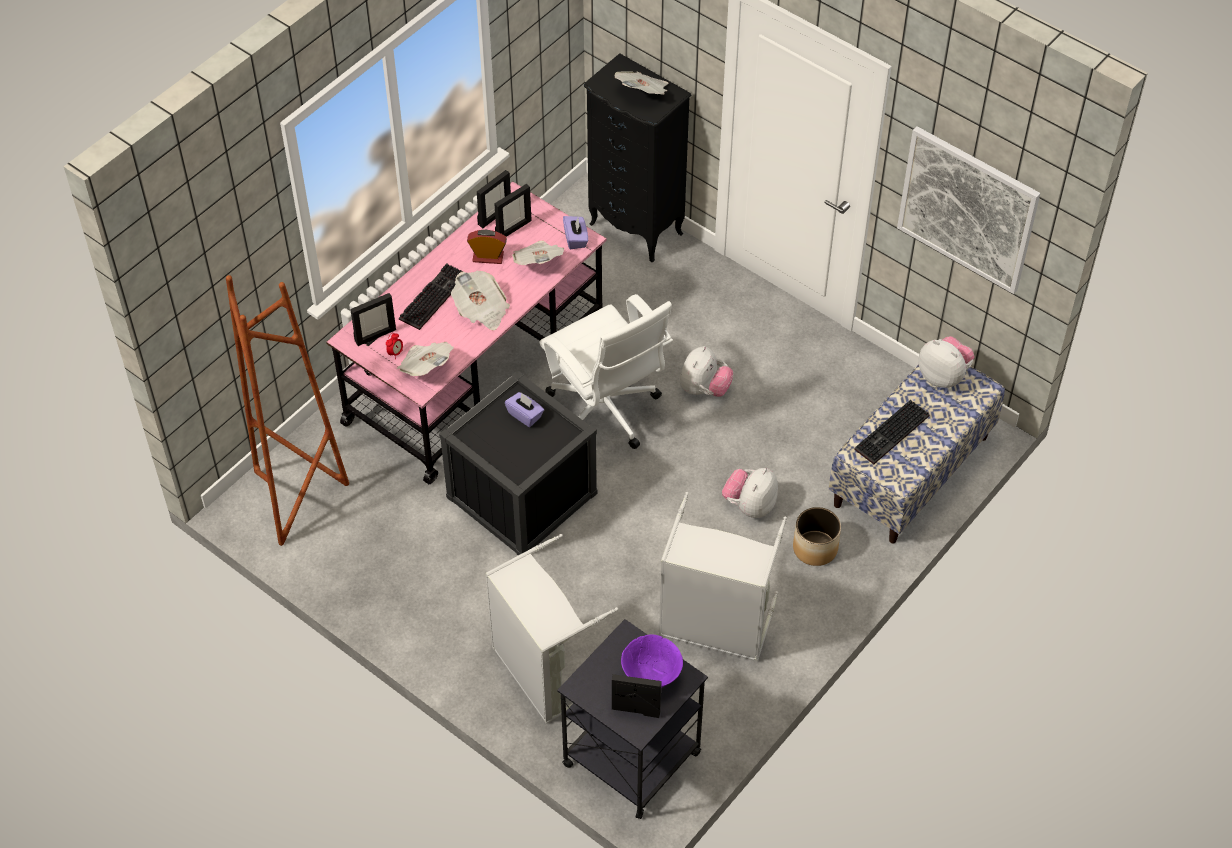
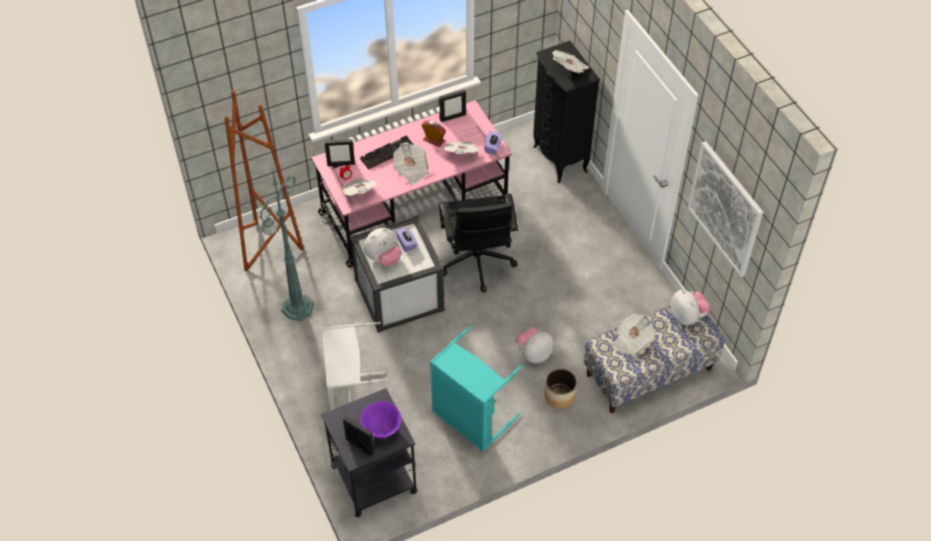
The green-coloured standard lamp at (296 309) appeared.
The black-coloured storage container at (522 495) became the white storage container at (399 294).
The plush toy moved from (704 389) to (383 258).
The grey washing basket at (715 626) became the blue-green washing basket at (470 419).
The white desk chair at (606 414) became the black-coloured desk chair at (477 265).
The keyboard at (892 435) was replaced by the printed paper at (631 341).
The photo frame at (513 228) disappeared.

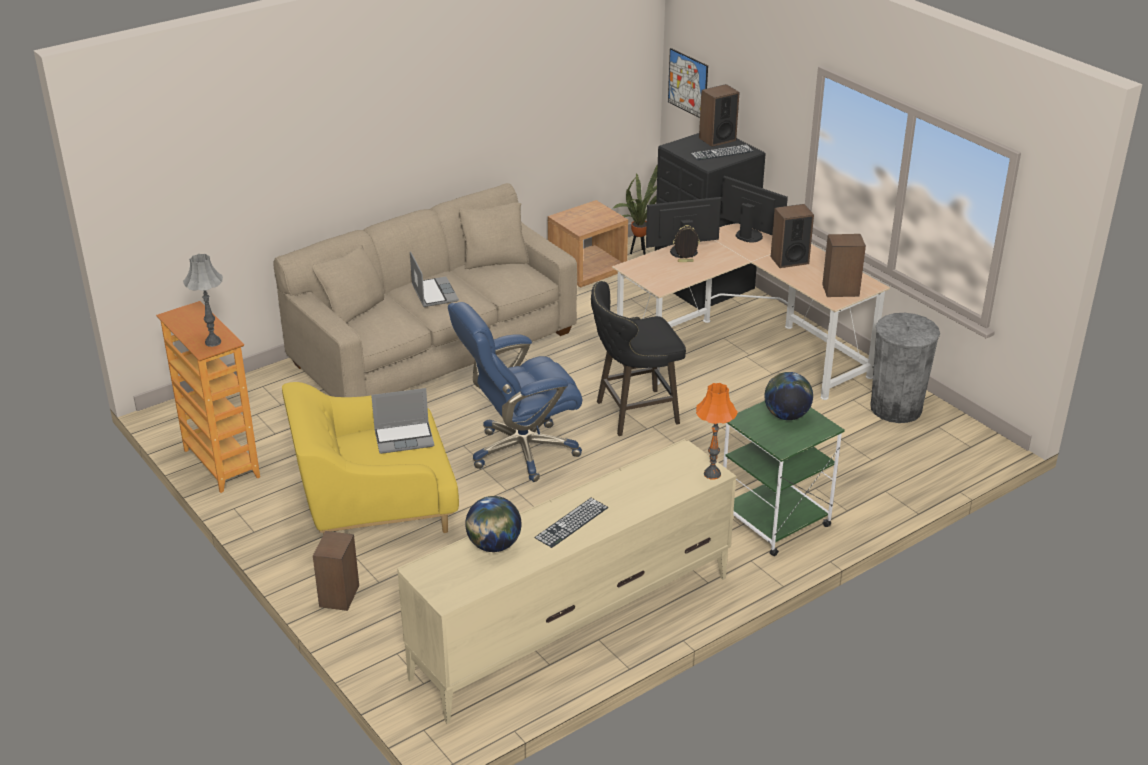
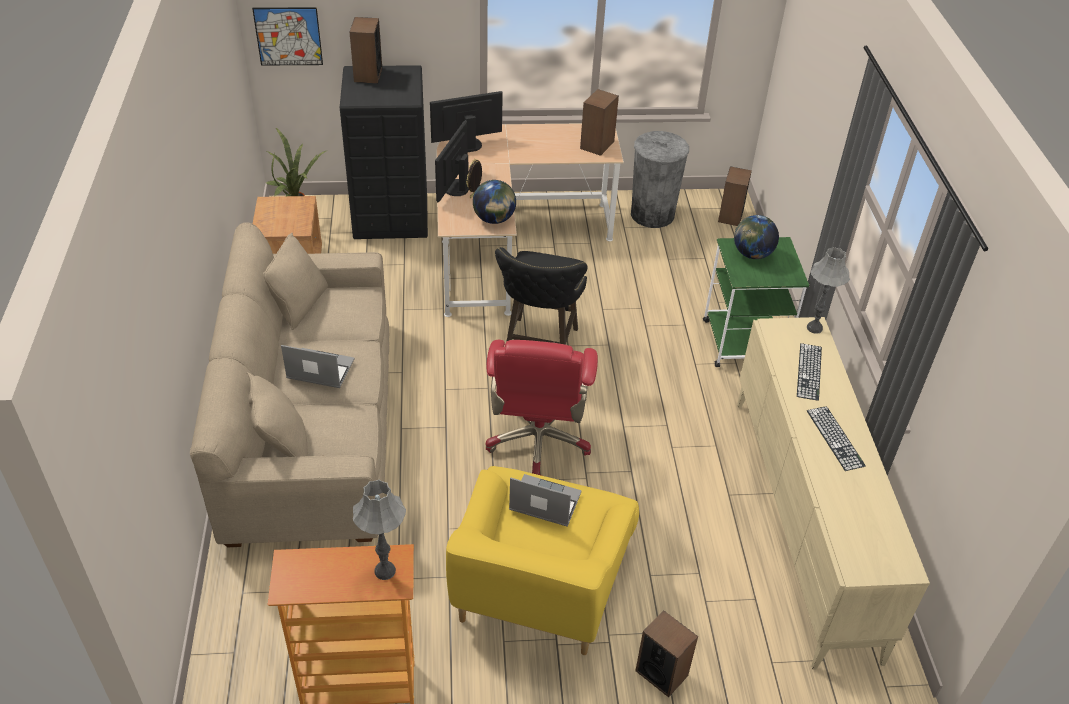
The desk globe moved from (494 545) to (494 219).
The blue-coloured desk chair at (519 452) became the red desk chair at (537 444).
The laptop at (405 438) turned 90 degrees counterclockwise.
The speaker moved from (789 260) to (730 216).
The keyboard moved from (722 152) to (809 371).
The orange lamp for a table at (712 474) became the grey lamp for a table at (814 328).

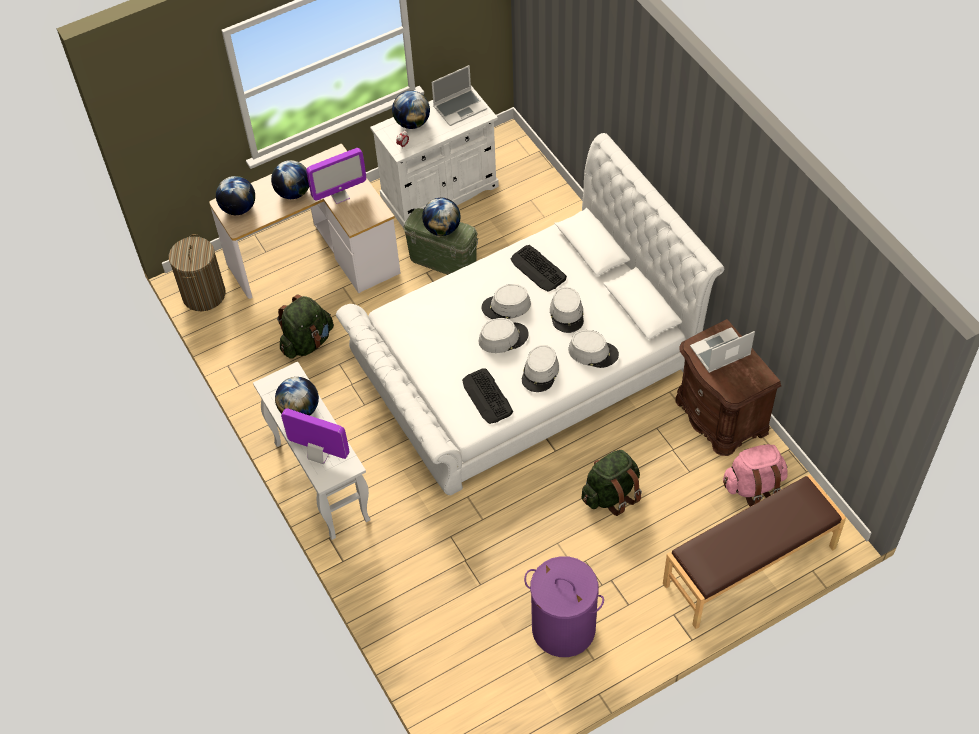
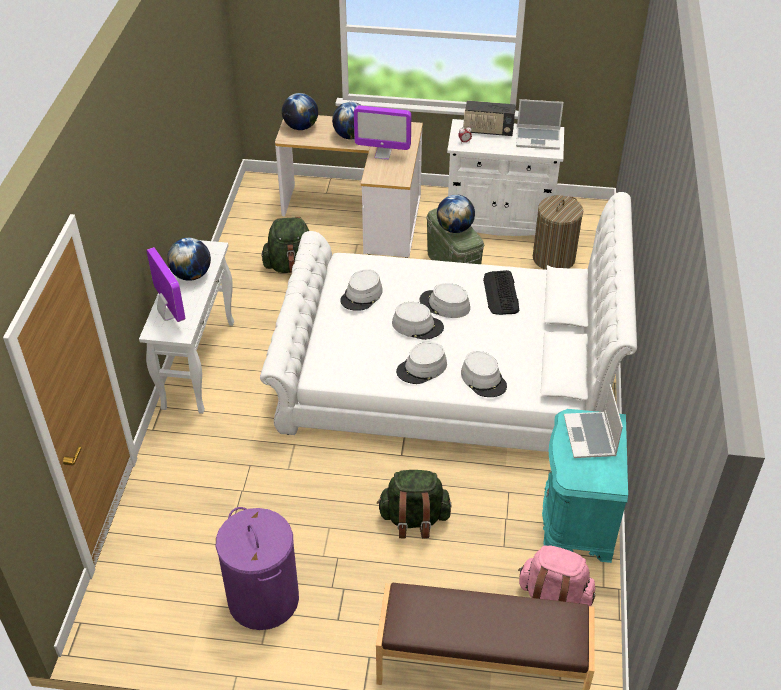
The grey wearable hat moved from (567 314) to (361 296).
The desk globe at (412 123) was replaced by the radio receiver at (488 131).
The washing basket moved from (203 294) to (553 258).
The brown-coloured night table at (718 417) became the blue-green night table at (576 518).
The laptop at (720 352) turned 105 degrees counterclockwise.
The keyboard at (487 397) disappeared.

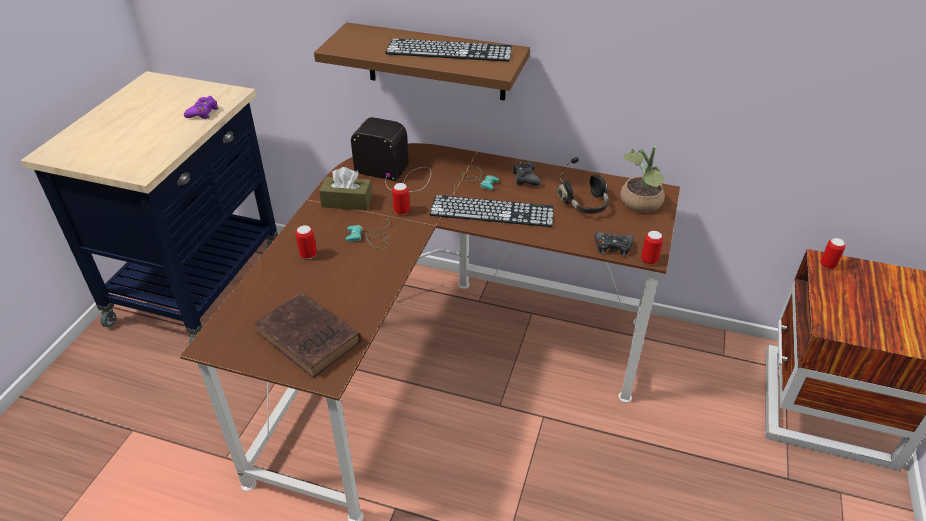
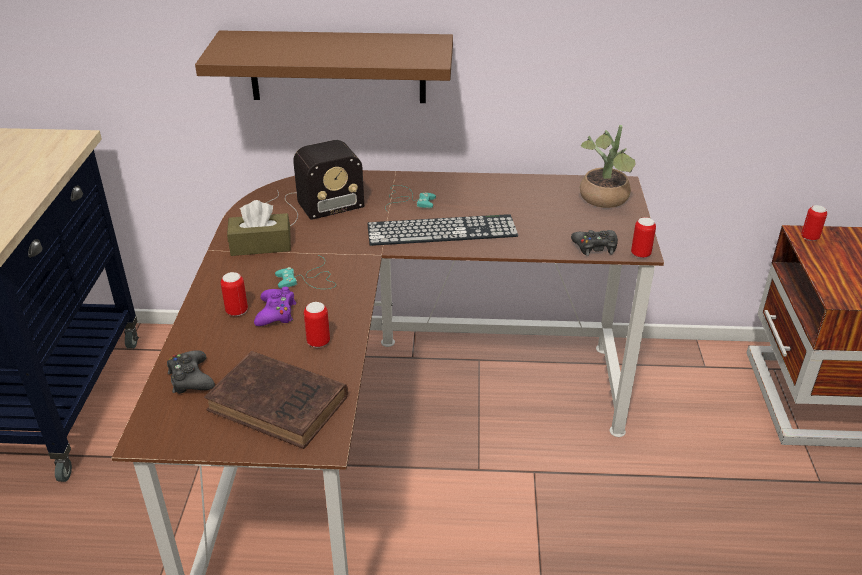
The black-coloured gamepad moved from (525 178) to (191 379).
The purple-coloured gamepad moved from (203 112) to (276 313).
The radio receiver at (396 174) turned 150 degrees clockwise.
The metal can moved from (401 211) to (318 342).
The keyboard at (449 50) disappeared.
The black-coloured pair of headphones at (585 204) disappeared.

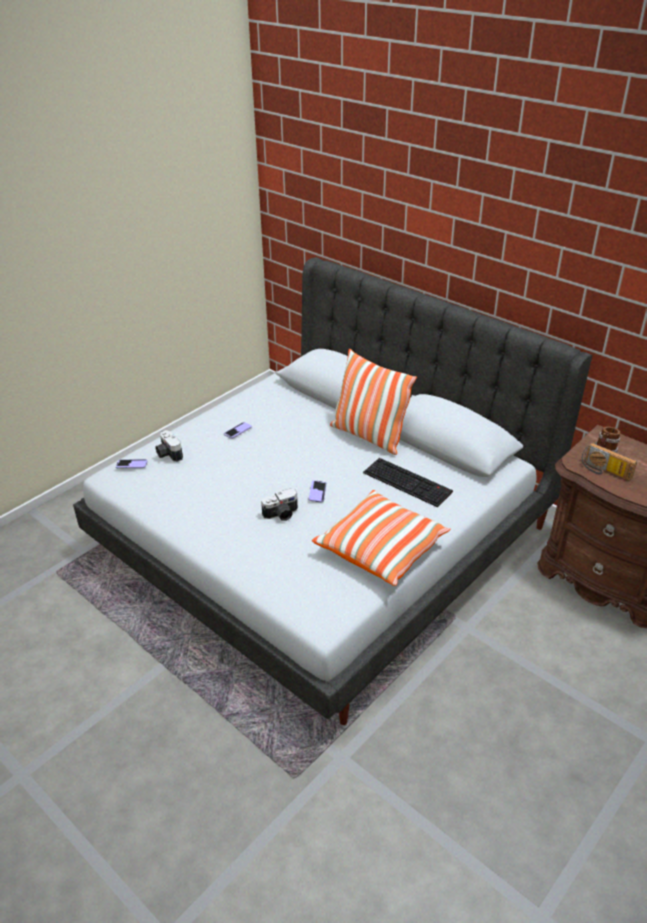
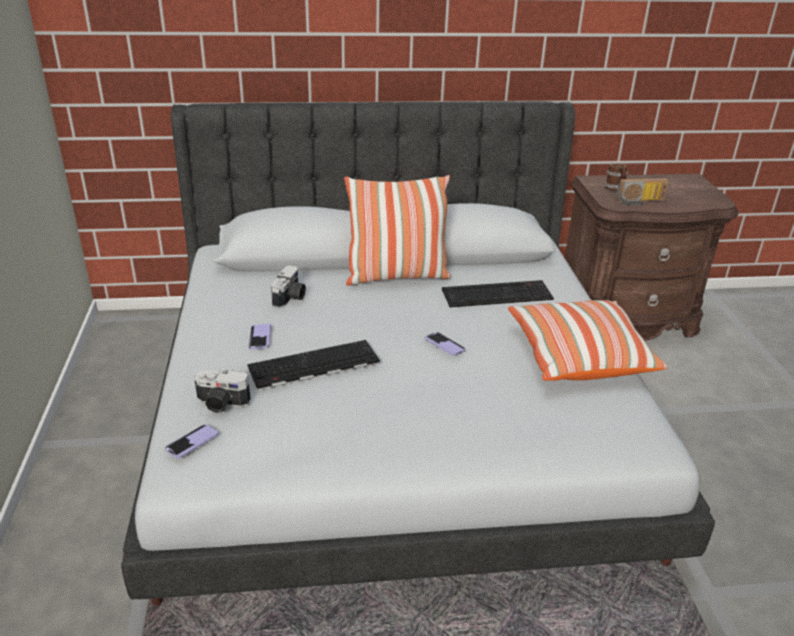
The keyboard at (313 366) appeared.
The photo camera moved from (281 514) to (290 298).

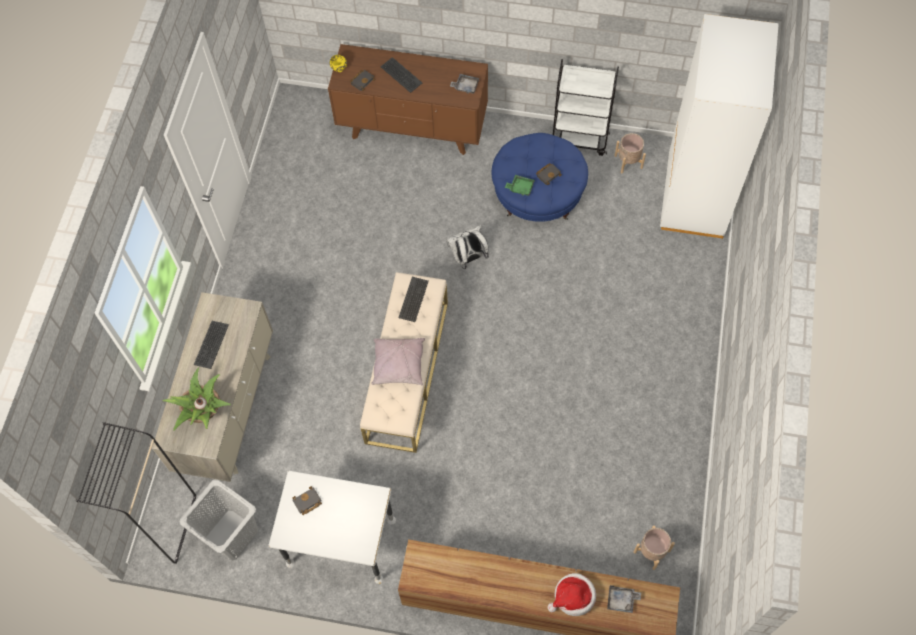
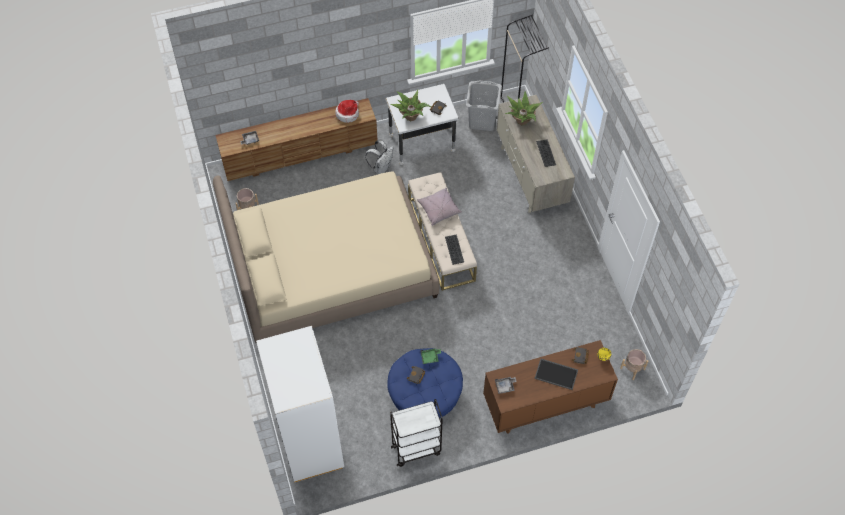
The beige-coloured bed at (331 268) appeared.
The wearable hat moved from (573 597) to (348 114).
The white knapsack moved from (468 258) to (381 167).
The plant in a pot at (410 116) appeared.
The keyboard at (401 75) was replaced by the tray at (556 374).
The beige-coloured plant pot moved from (628 161) to (632 369).

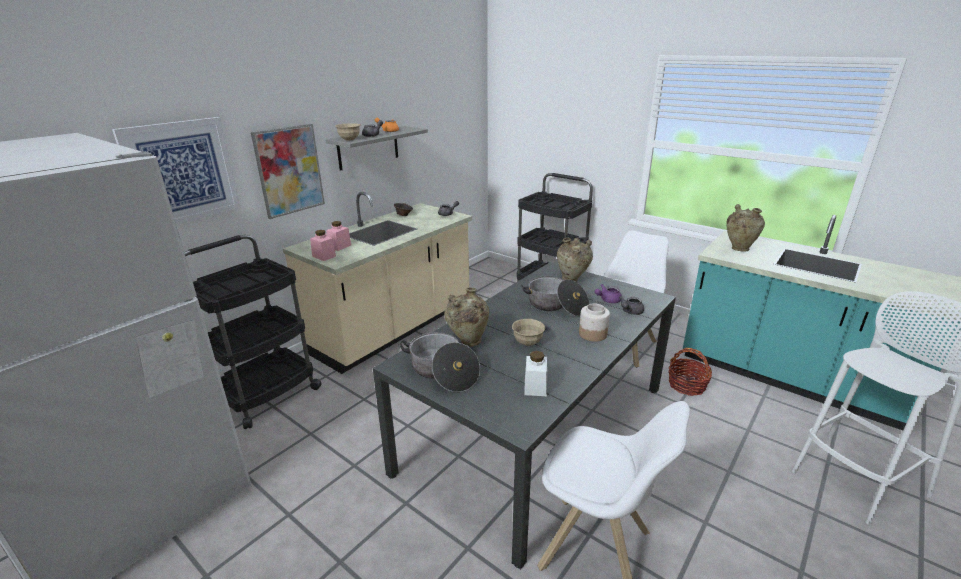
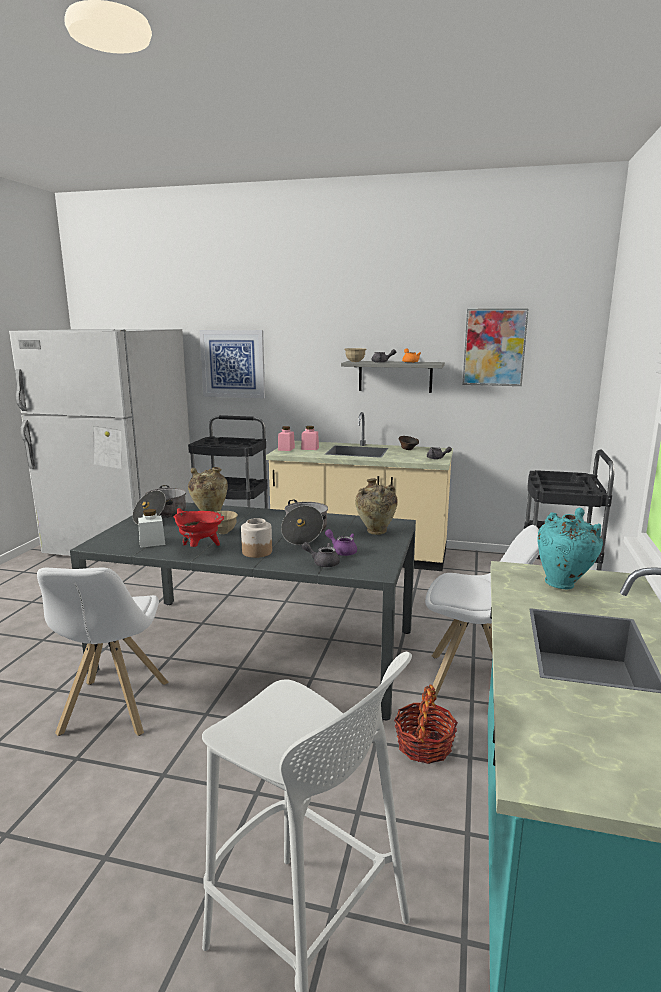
The red stockpot at (199 548) appeared.
The wall art moved from (289 170) to (494 347).
The beige-coloured flower vase at (739 248) became the blue-green flower vase at (563 584).

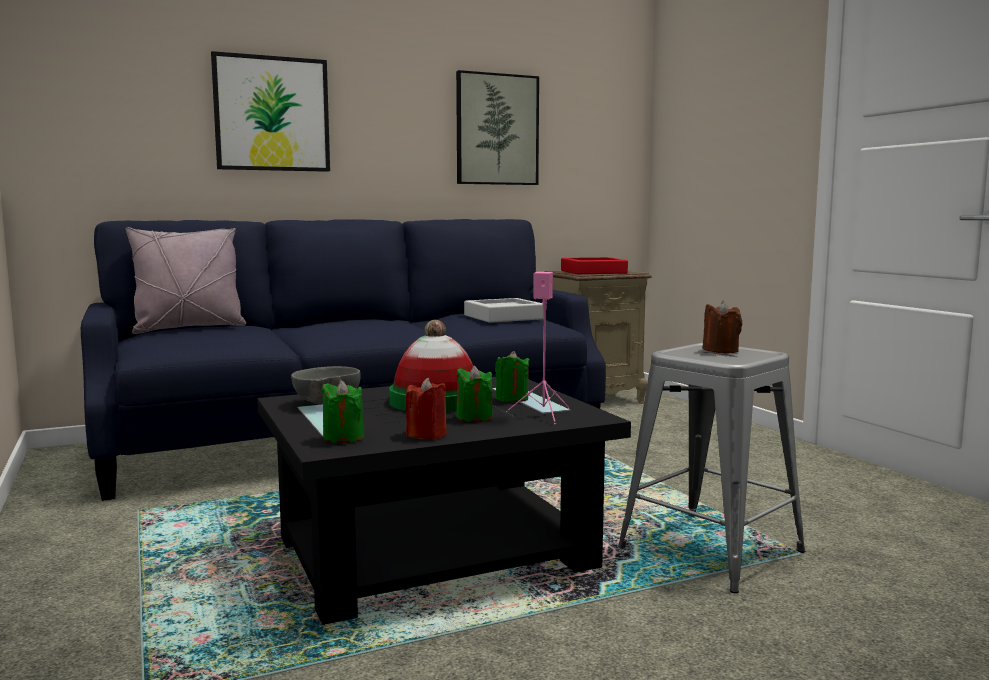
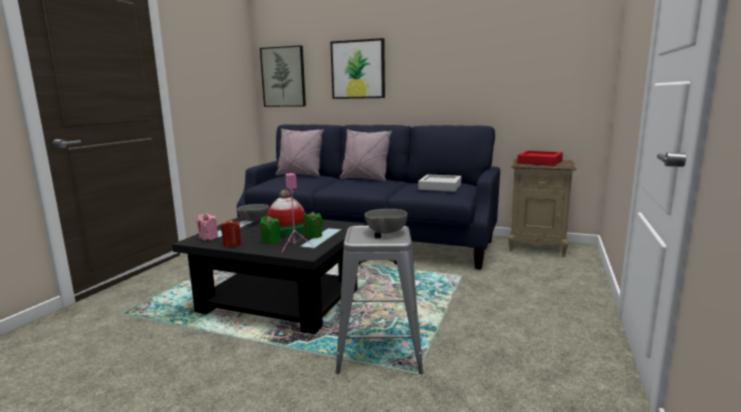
The green-coloured wax candle at (343 437) became the pink wax candle at (208 237).
The wall art moved from (496 130) to (283 77).
The purple-coloured pillow at (365 179) appeared.
The brown-coloured wax candle at (720 350) was replaced by the grey deep dish at (385 232).

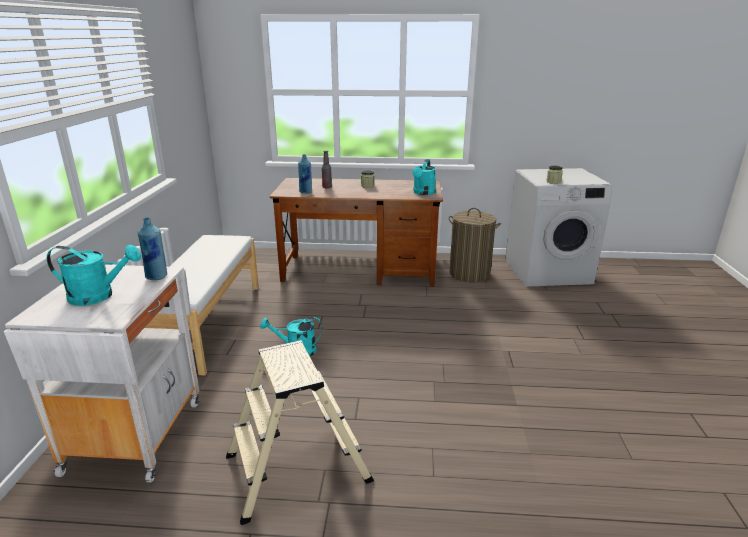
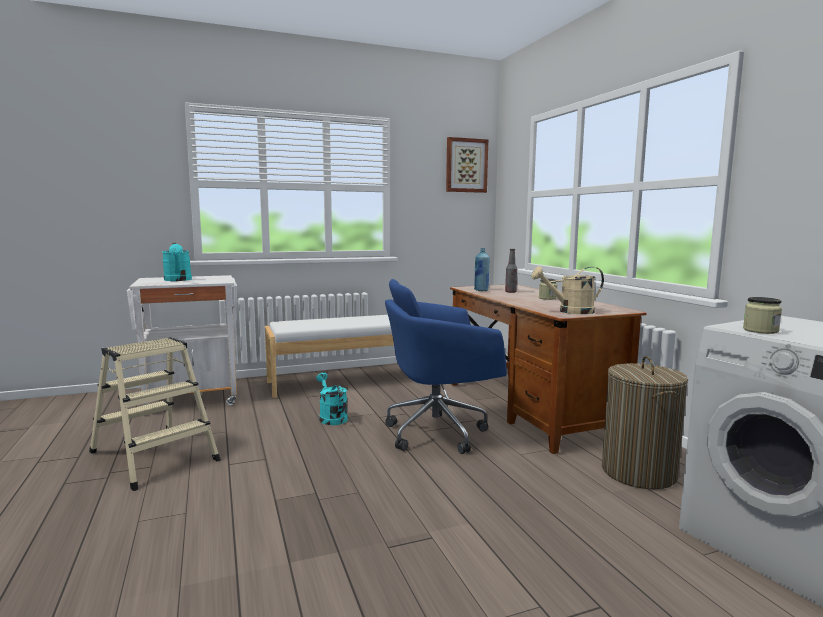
The blue-coloured desk chair at (441 433) appeared.
The wall art at (466 165) appeared.
The blue-green watering can at (423 193) became the beige-coloured watering can at (570 311).
The blue-coloured bottle at (157 276) disappeared.

